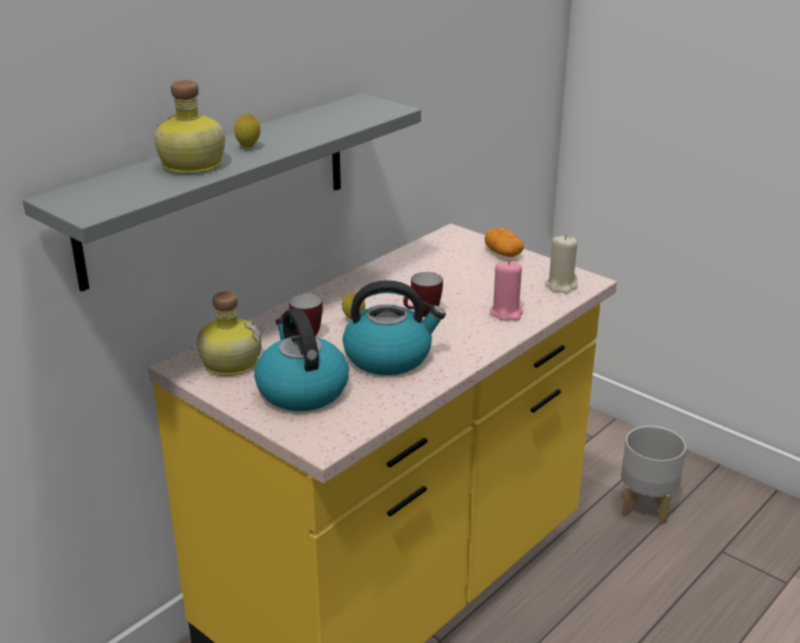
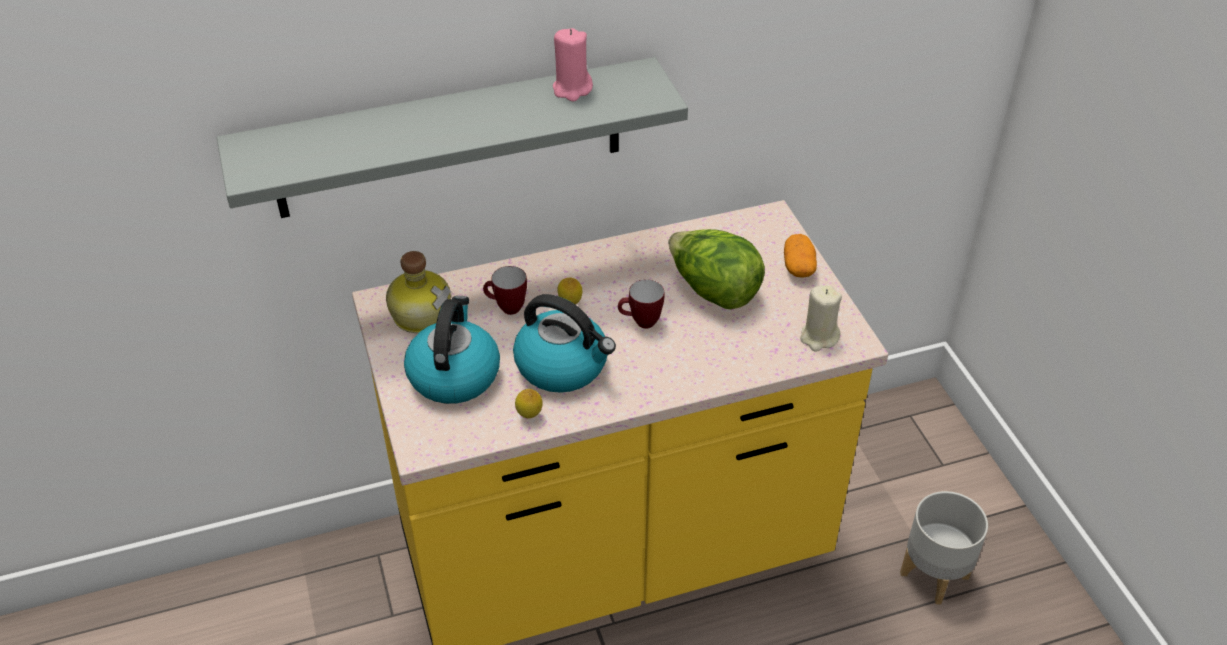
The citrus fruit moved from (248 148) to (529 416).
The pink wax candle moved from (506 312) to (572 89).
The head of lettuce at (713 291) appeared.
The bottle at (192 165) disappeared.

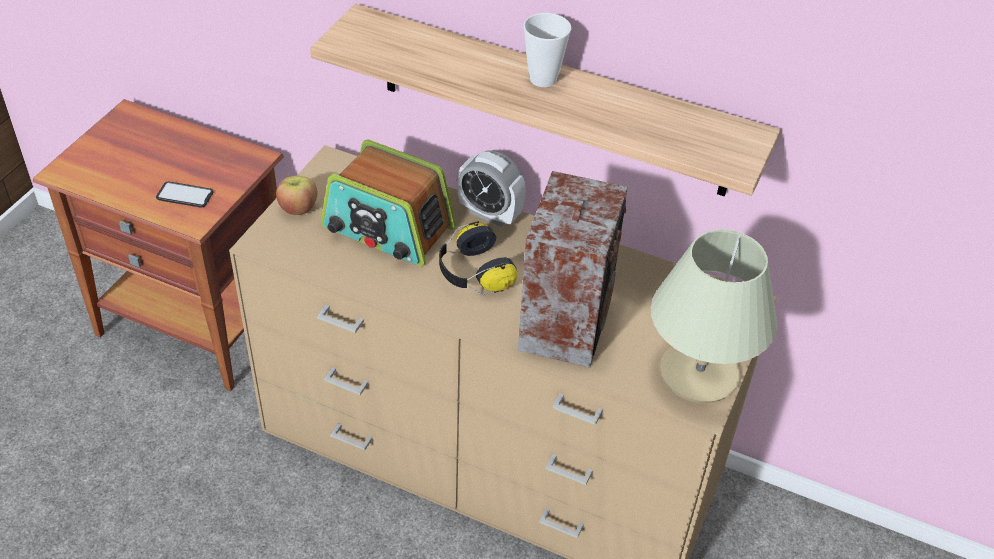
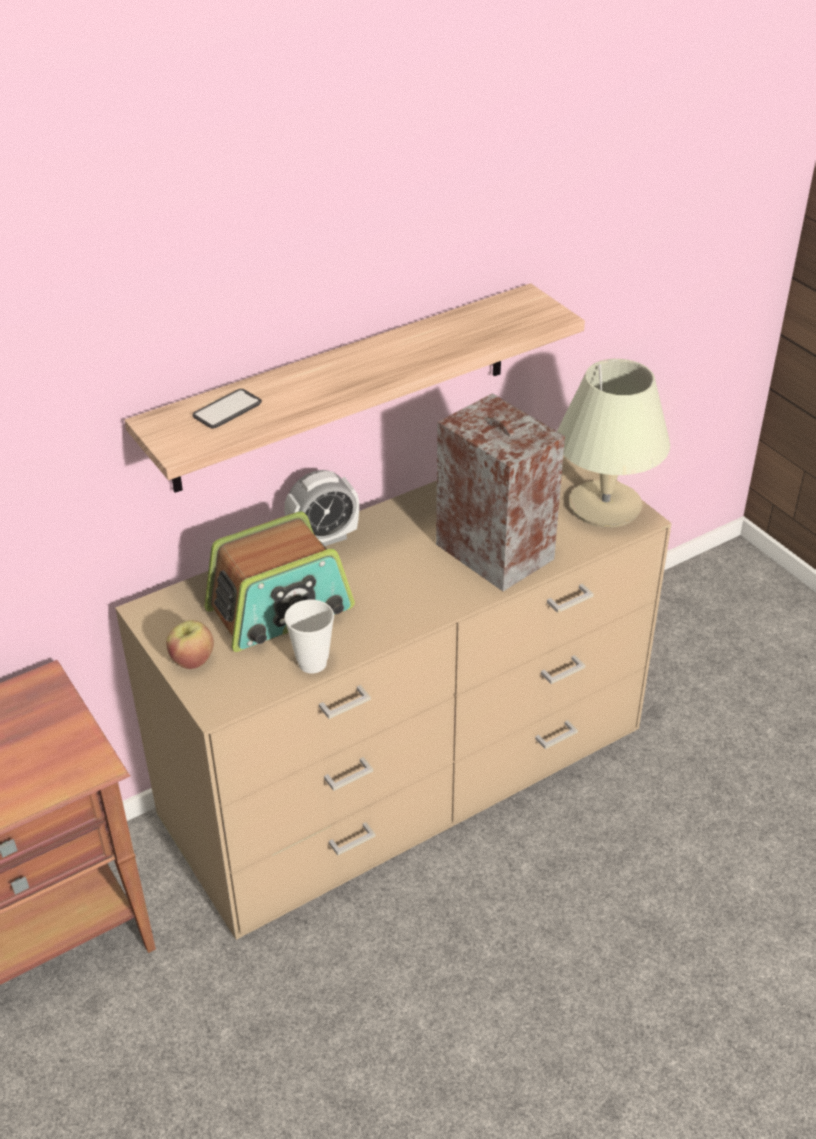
The handset moved from (185 195) to (227 410).
The drinking cup moved from (543 79) to (312 663).
The pair of headphones at (473 273) disappeared.

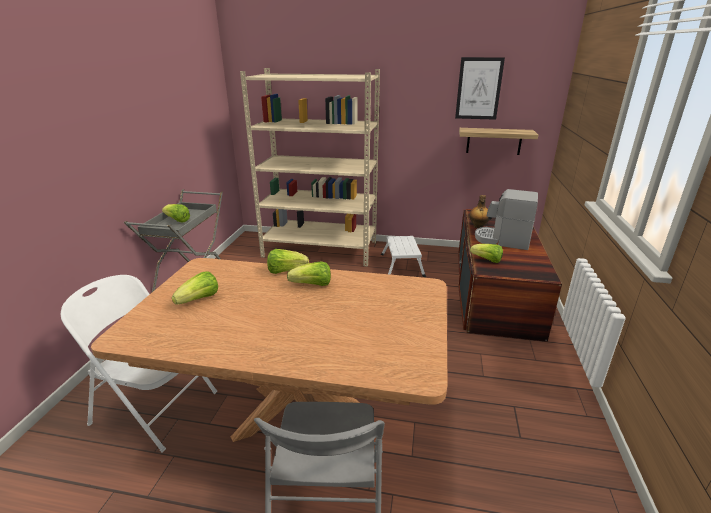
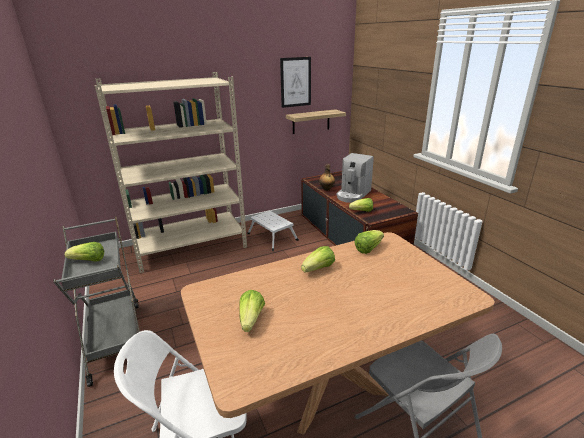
The coffee machine at (502 240) turned 45 degrees counterclockwise.
The head of lettuce moved from (286 271) to (368 248).

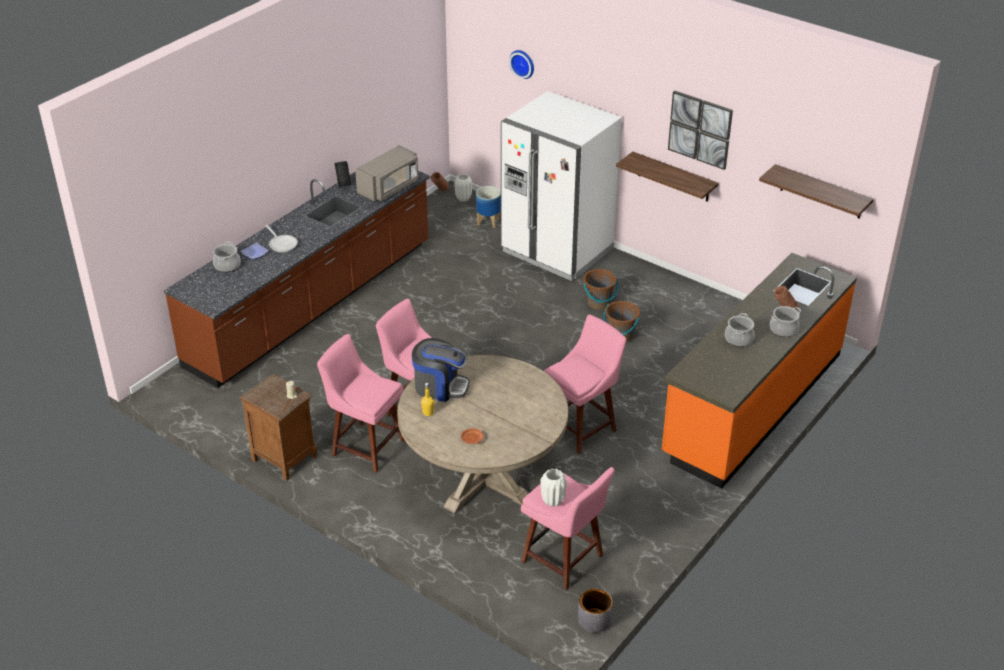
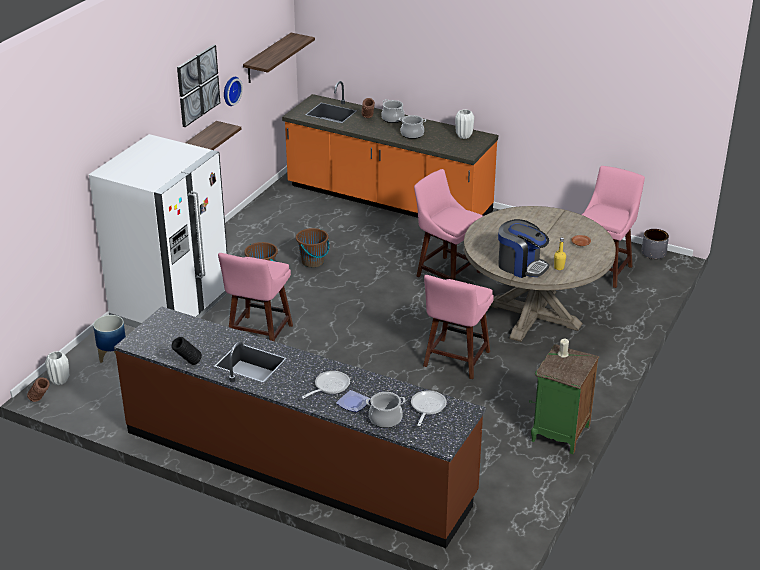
The pink stool seat moved from (365 446) to (258 335).
The wall clock moved from (523 63) to (230 90).
The skillet at (427 407) appeared.
The white flower vase moved from (553 501) to (464 136).
The coffee machine at (440 386) turned 120 degrees clockwise.
The brown-coloured night table at (284 457) became the green-coloured night table at (559 433).
The grey microwave at (389 188) disappeared.

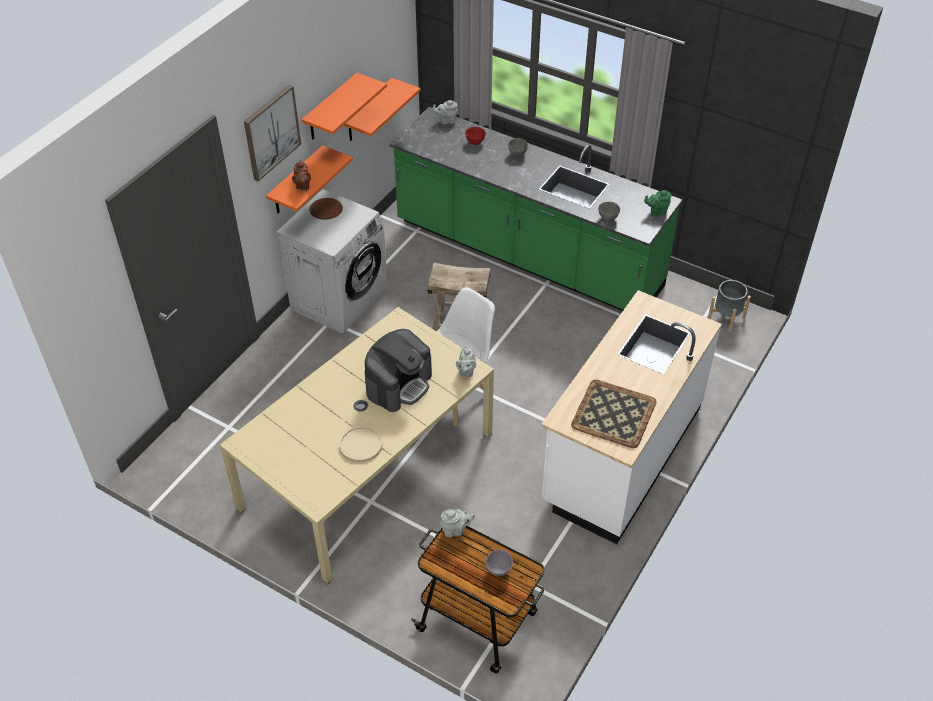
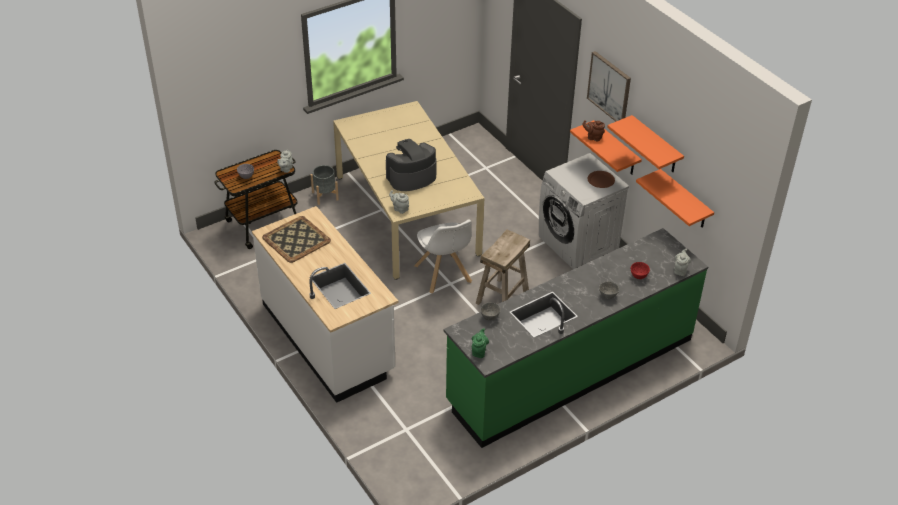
The grey plant pot moved from (726 317) to (325 196).
The coffee machine at (399 384) turned 90 degrees clockwise.
The beige-coloured flat dish at (360 444) disappeared.

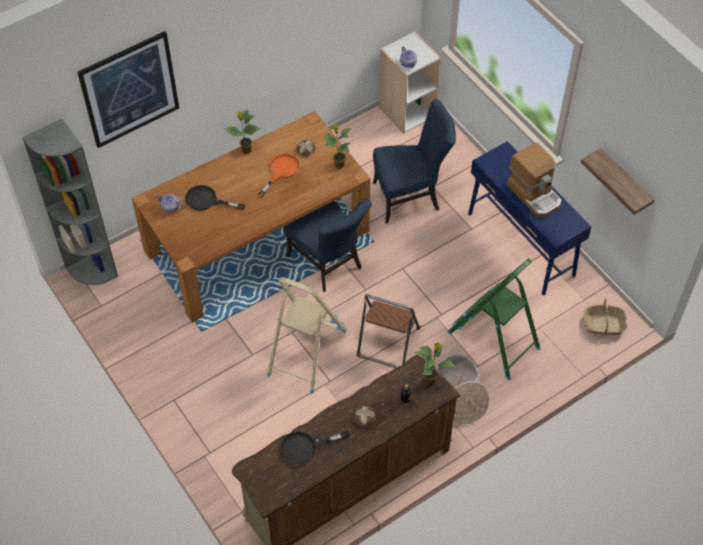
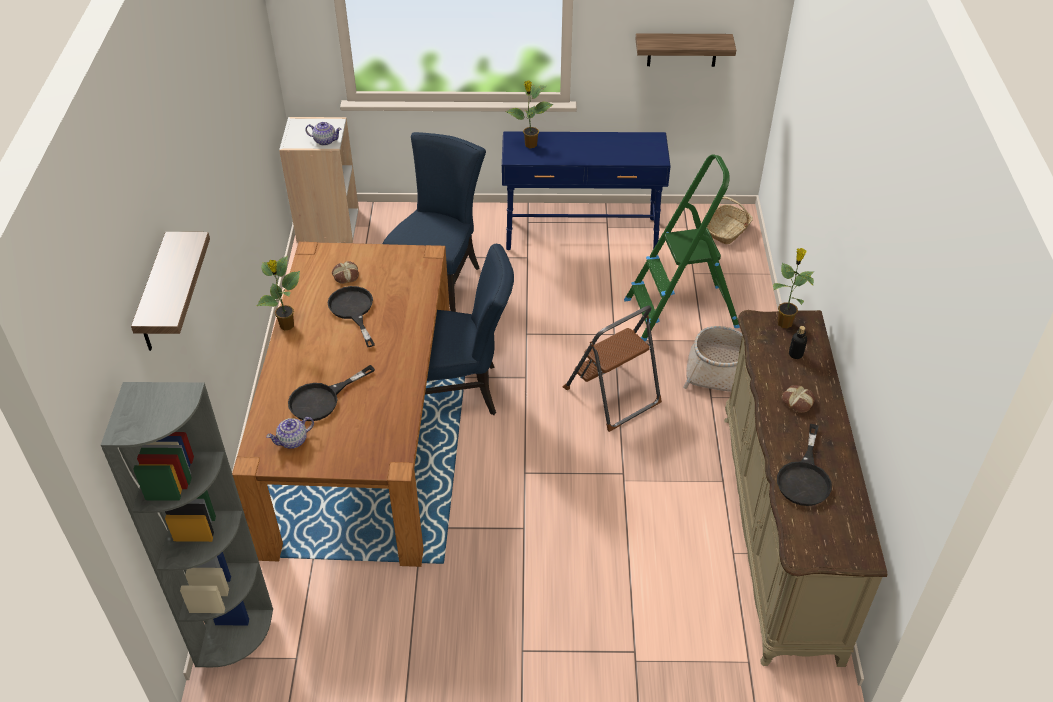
The wall art at (129 89) was replaced by the wall shelf at (155 296).
The orange skillet at (281 171) became the black-coloured skillet at (353 311).
The plant in a pot moved from (338 165) to (530 145).
The beige-coloured stepladder at (307 351) disappeared.
The coffee machine at (535 194) disappeared.

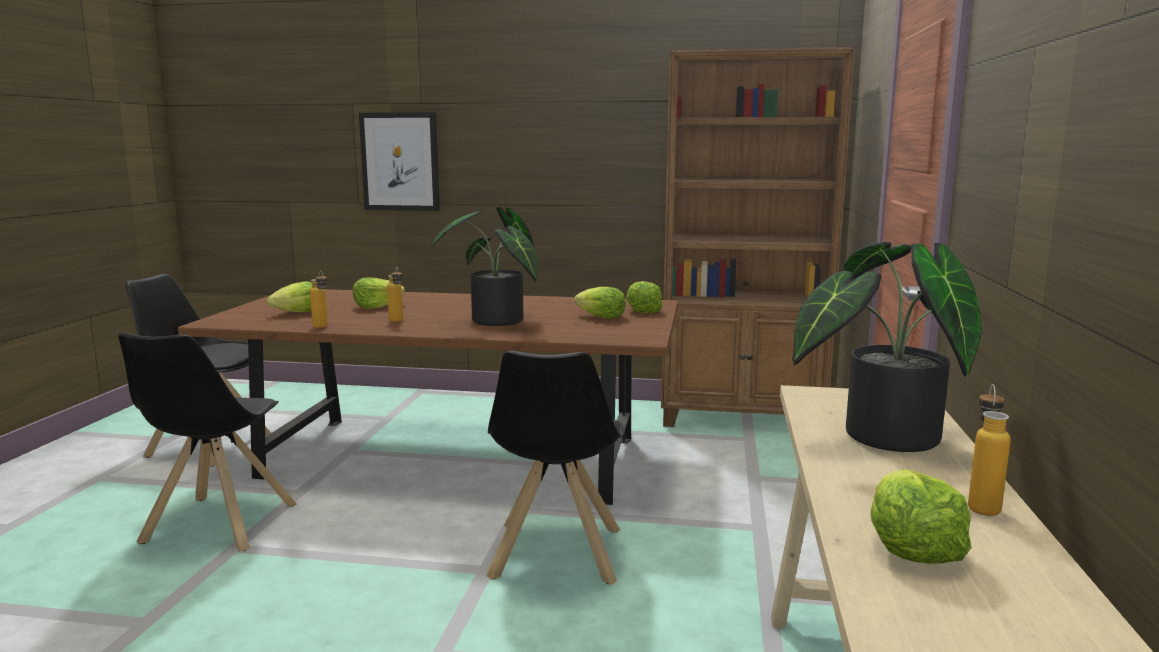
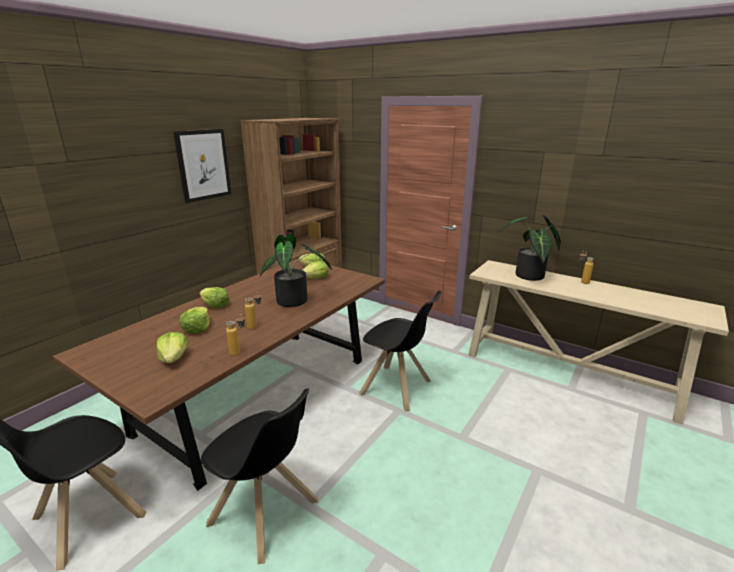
The wall art moved from (400 162) to (203 165).
The head of lettuce moved from (911 547) to (215 306).

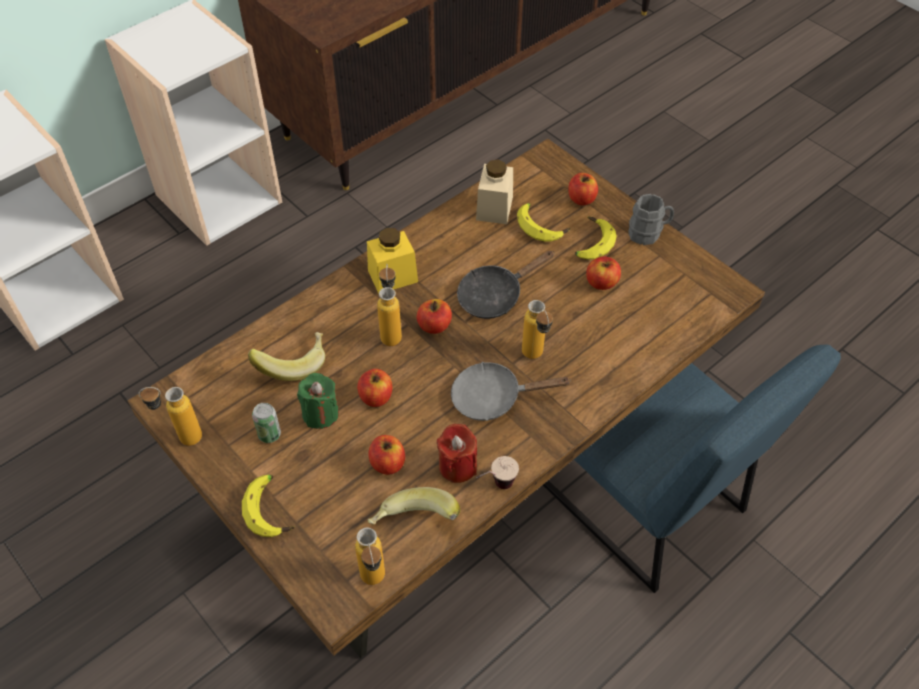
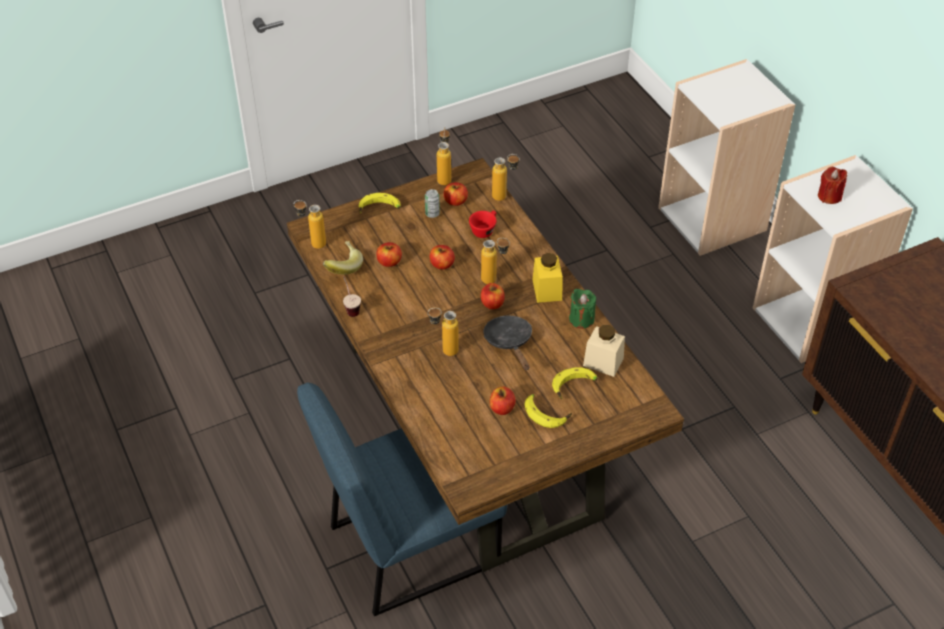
The apple fruit moved from (581 199) to (455 201).
The whole banana at (292 363) was replaced by the red drinking cup at (484 230).
The bottle at (505 197) appeared.
The green-coloured wax candle moved from (320 413) to (581 319).
The red wax candle moved from (457 466) to (829 196).
The grey skillet at (493 398) disappeared.
The grey coffee mug at (648 233) disappeared.

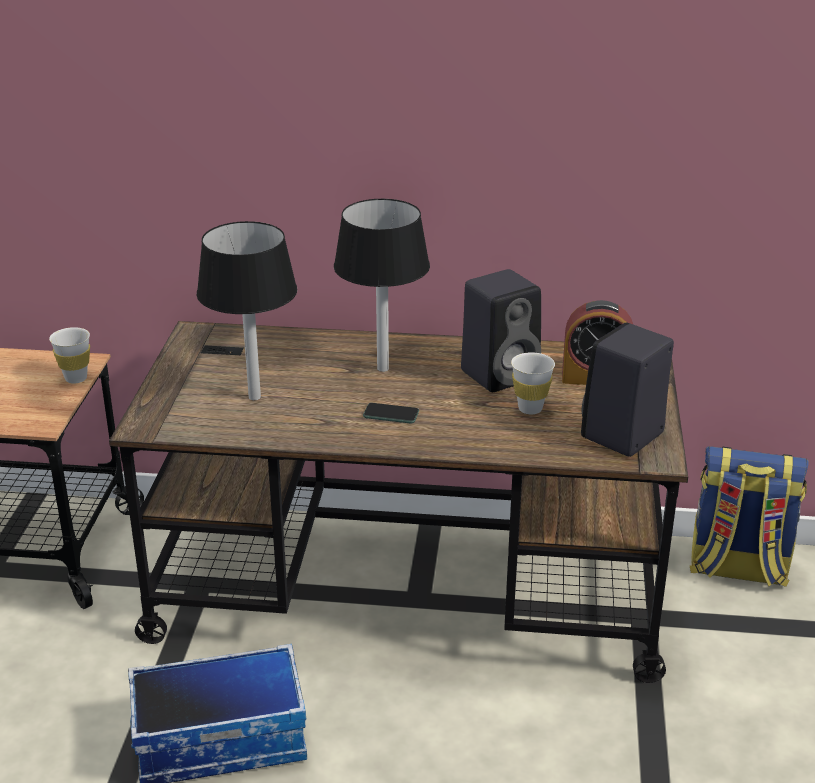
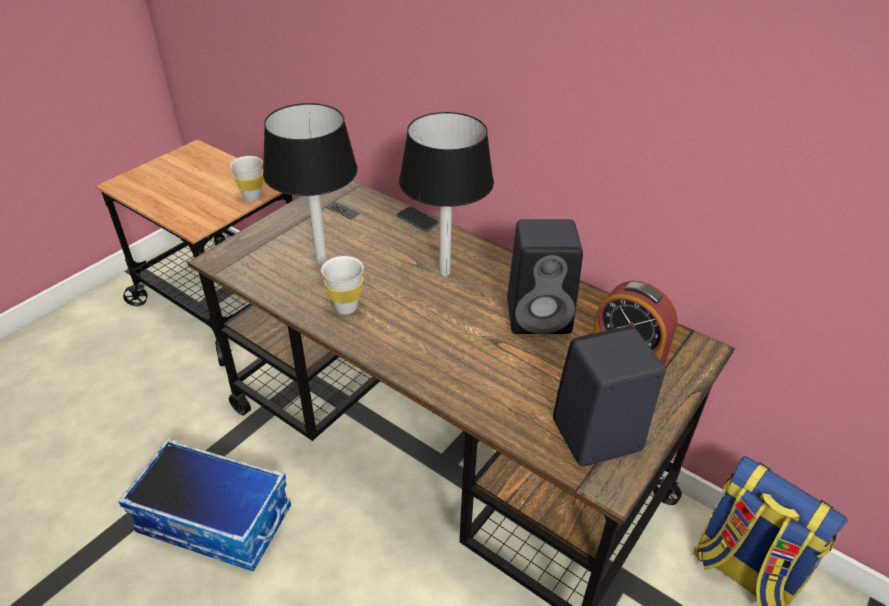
The white drinking cup moved from (530 408) to (346 307).
The handset moved from (391 414) to (417 220).

